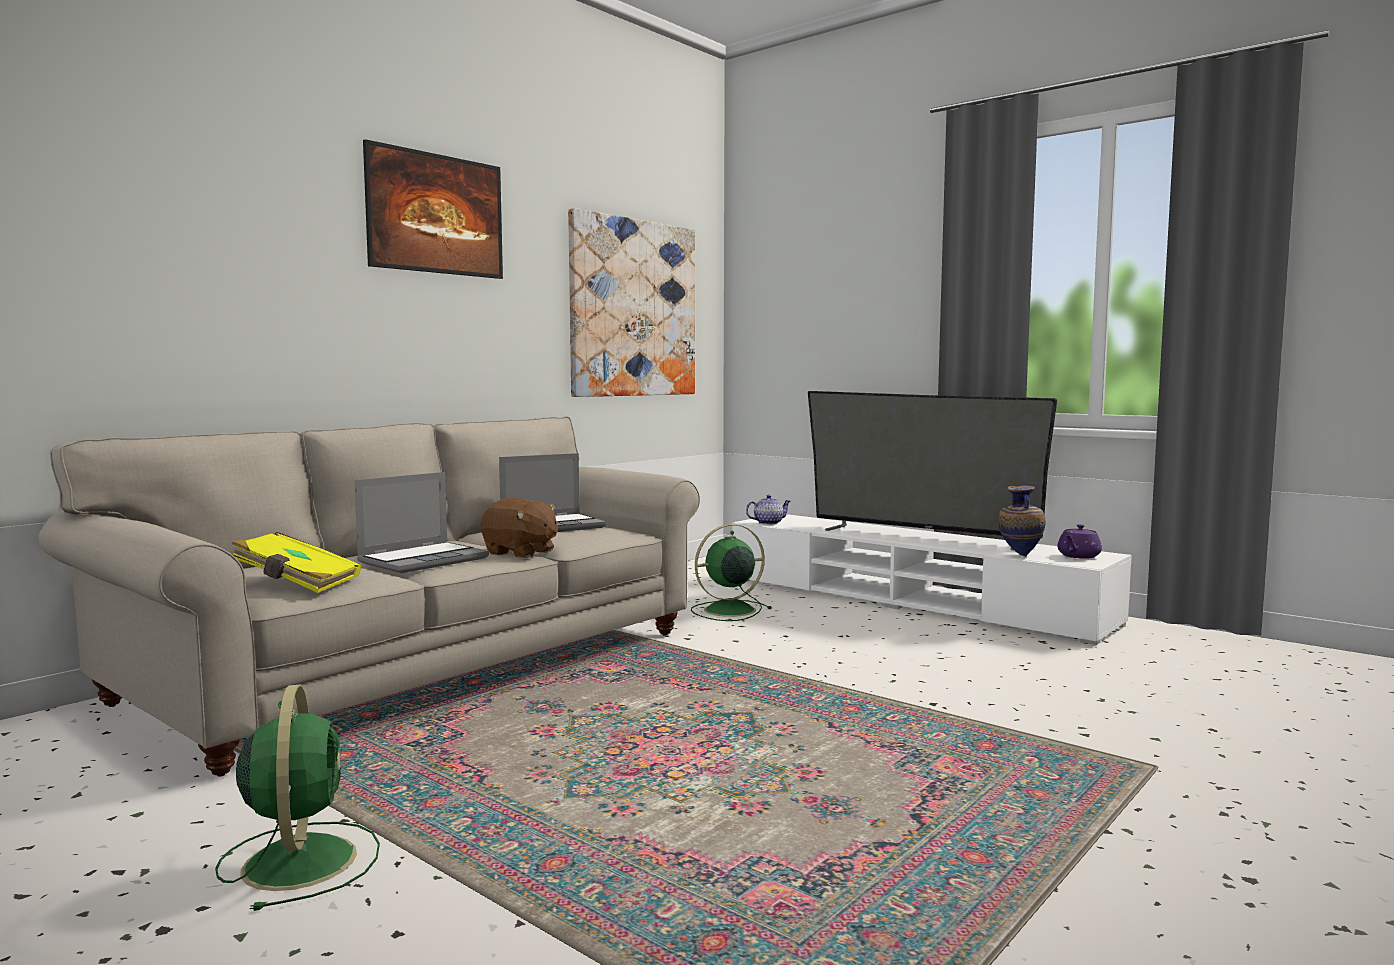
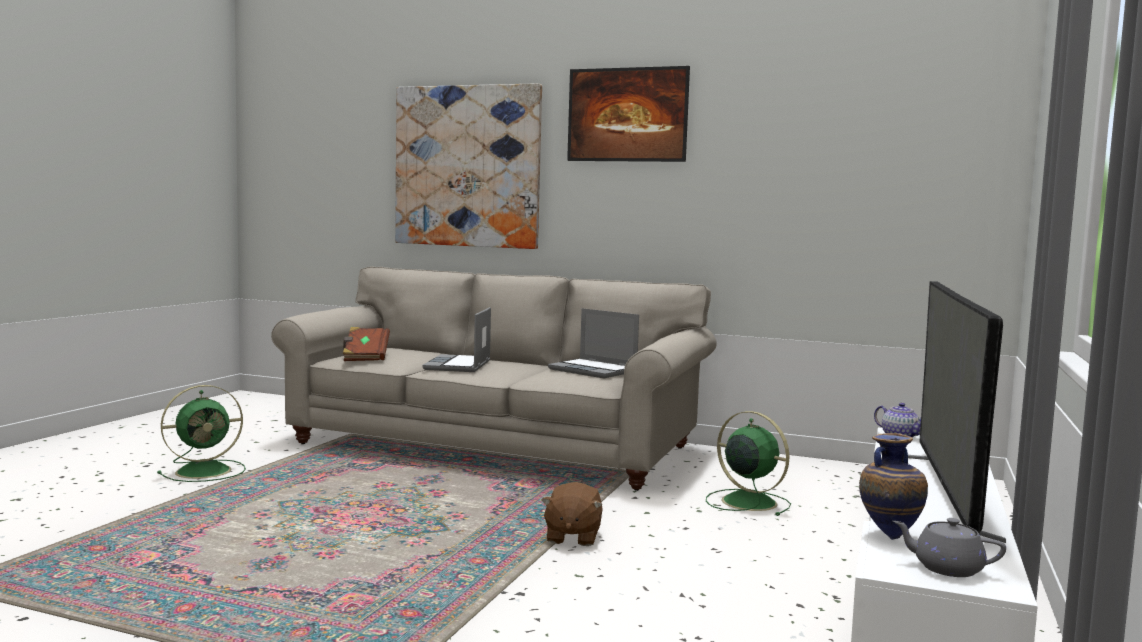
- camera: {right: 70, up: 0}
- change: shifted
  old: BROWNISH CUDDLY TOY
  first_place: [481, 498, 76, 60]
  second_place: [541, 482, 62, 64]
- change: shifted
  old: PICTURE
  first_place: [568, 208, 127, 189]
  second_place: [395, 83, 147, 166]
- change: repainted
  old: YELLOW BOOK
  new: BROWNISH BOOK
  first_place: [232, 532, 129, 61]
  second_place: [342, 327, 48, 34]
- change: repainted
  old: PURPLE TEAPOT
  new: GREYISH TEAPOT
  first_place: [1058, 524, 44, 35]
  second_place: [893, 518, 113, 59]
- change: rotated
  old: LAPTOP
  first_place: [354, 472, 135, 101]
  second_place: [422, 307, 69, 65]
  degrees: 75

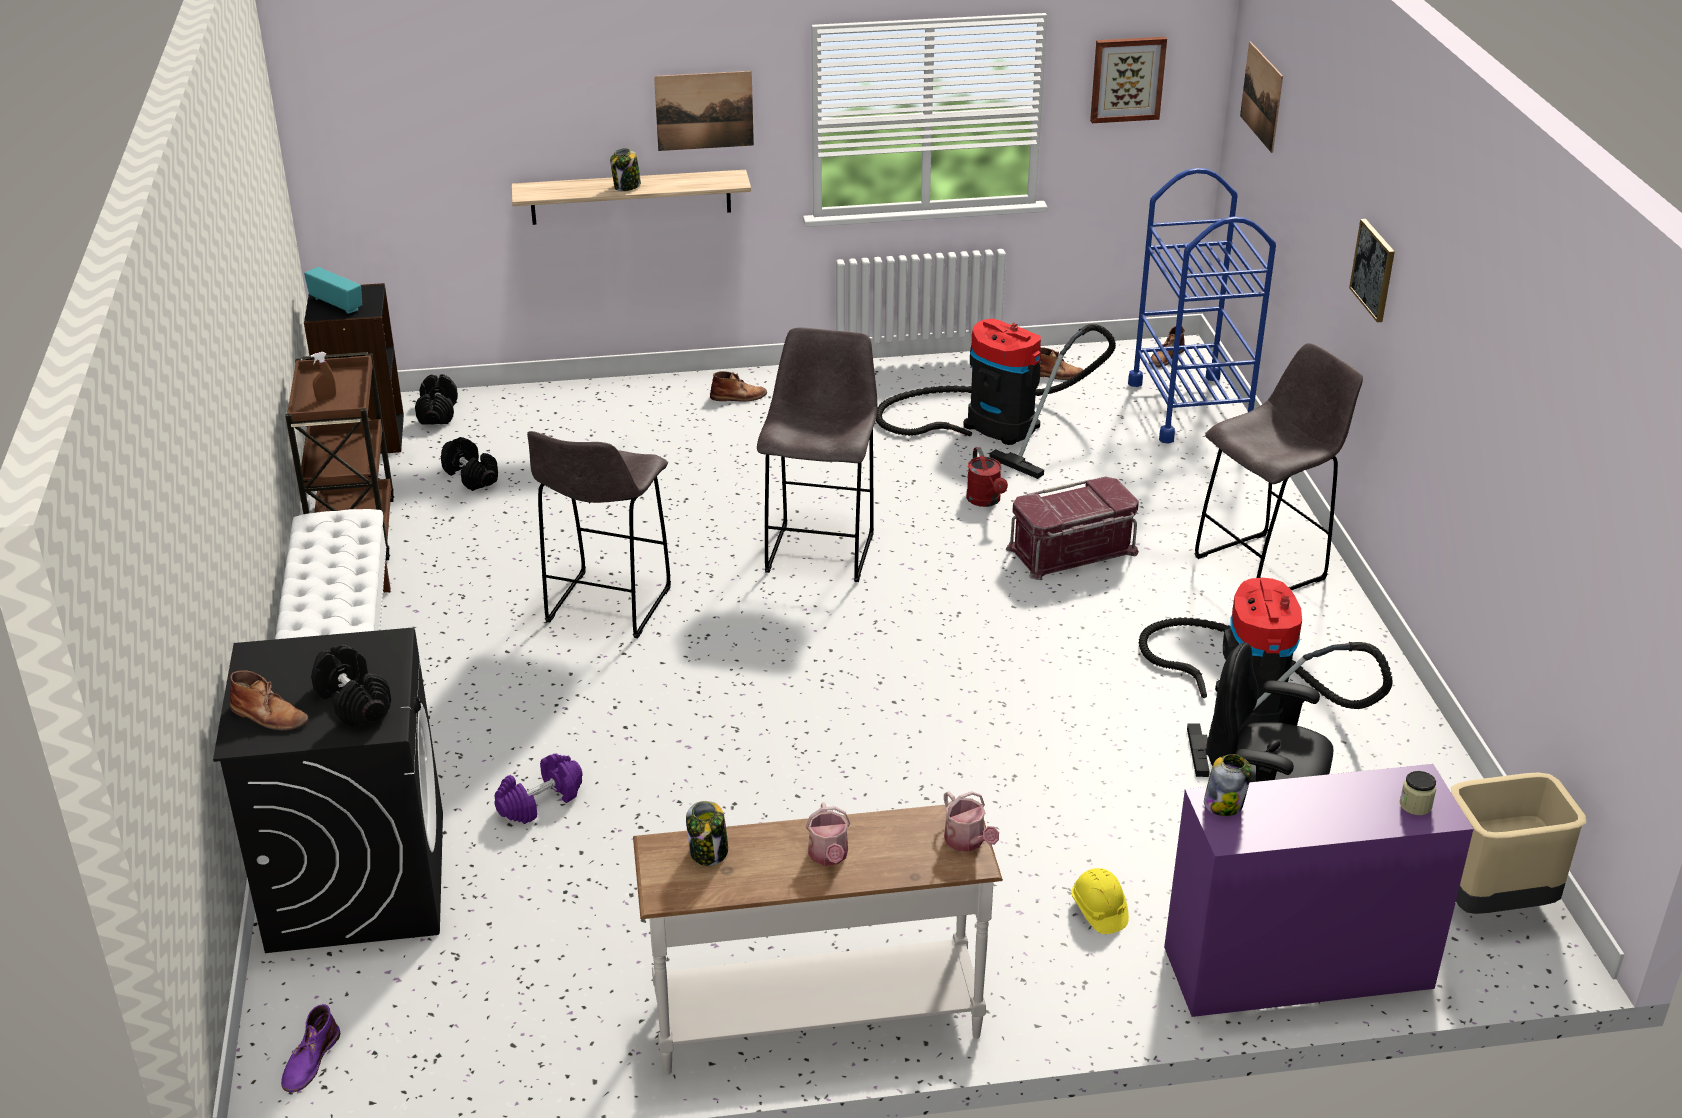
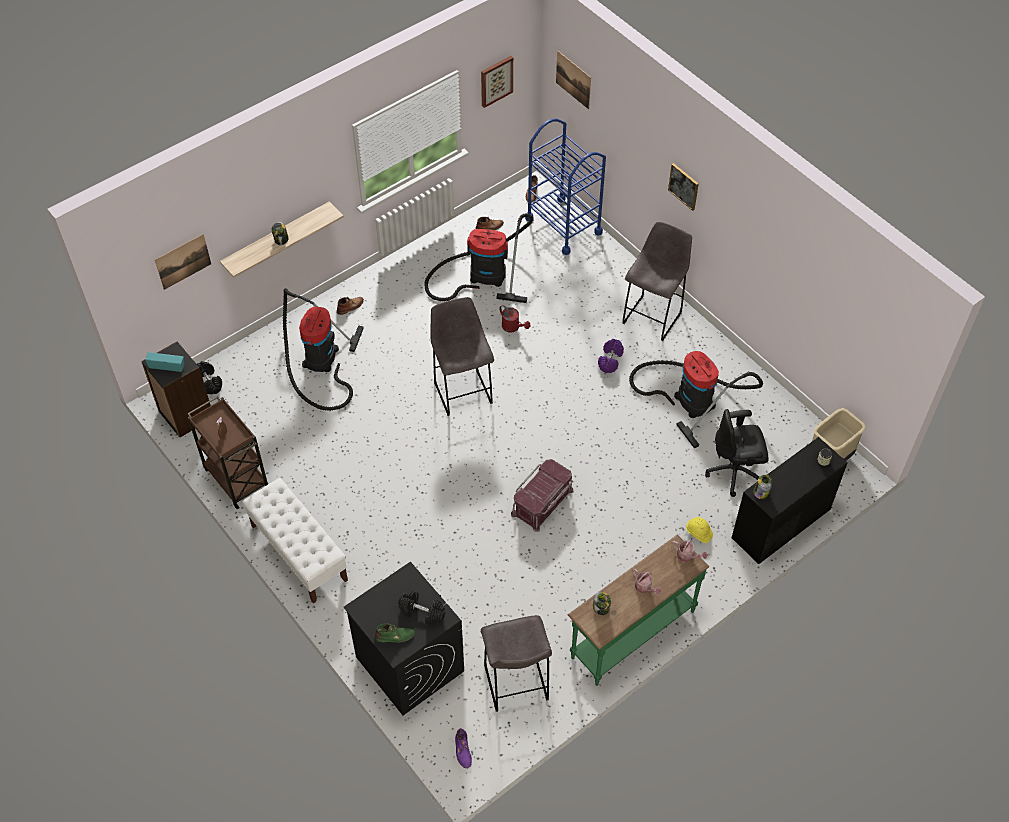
- camera: {right: -30, up: 20}
- change: gone
  old: BLACKISH DUMBBELL
  first_place: [441, 437, 57, 54]
- change: new
  new: VACUUM
  second_place: [283, 288, 81, 123]
- change: shifted
  old: PURPLE DUMBBELL
  first_place: [495, 754, 88, 70]
  second_place: [598, 339, 26, 34]
- change: shifted
  old: GREYISH SITTING STOOL
  first_place: [527, 431, 144, 207]
  second_place: [481, 615, 71, 97]
- change: shifted
  old: PICTURE
  first_place: [654, 71, 100, 80]
  second_place: [155, 234, 56, 56]
- change: shifted
  old: REDDISH STORAGE CONTAINER
  first_place: [1006, 477, 133, 103]
  second_place: [511, 459, 63, 73]
- change: repainted
  old: BROWNISH HIGH-TOP BOOT
  new: GREEN HIGH-TOP BOOT
  first_place: [229, 670, 80, 61]
  second_place: [375, 623, 40, 20]
- change: repainted
  old: WHITE HALL TABLE
  new: GREEN HALL TABLE
  first_place: [633, 801, 370, 274]
  second_place: [568, 535, 142, 151]
- change: repainted
  old: PURPLE DESK TABLE
  new: BLACKISH DESK TABLE
  first_place: [1164, 764, 309, 253]
  second_place: [732, 437, 116, 127]

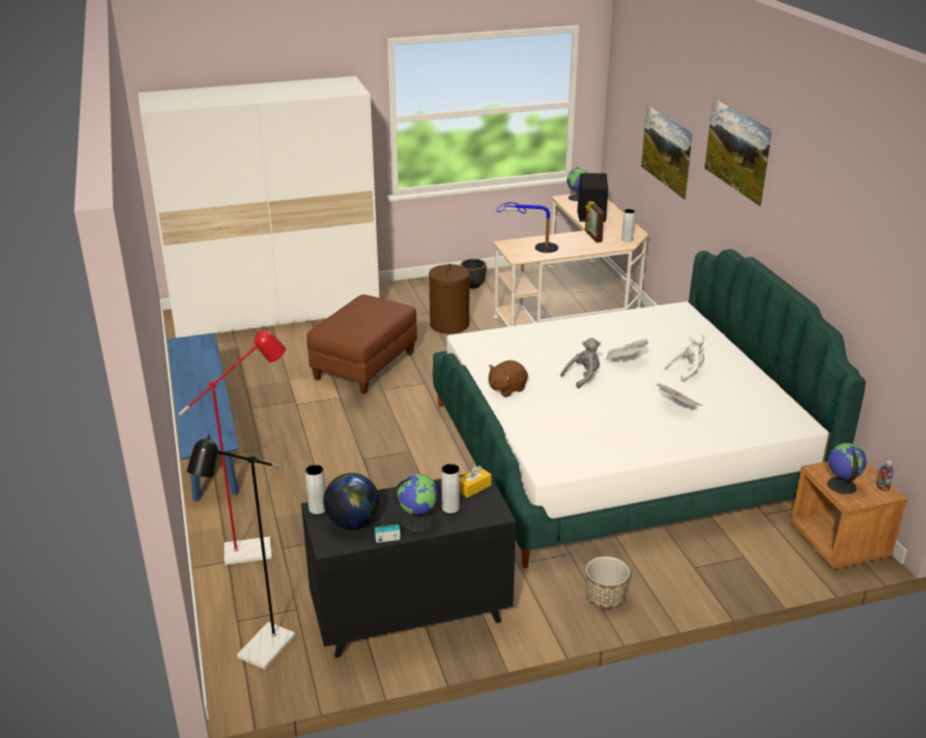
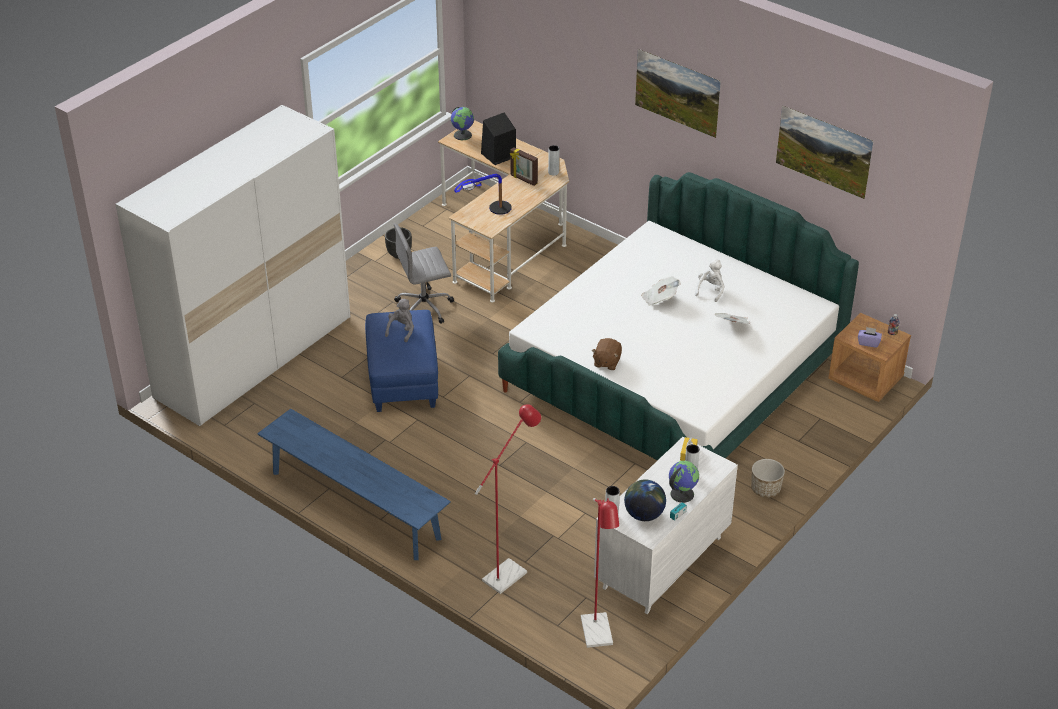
- camera: {right: -35, up: 10}
- change: shifted
  old: GREYISH CUDDLY TOY
  first_place: [560, 338, 41, 50]
  second_place: [385, 299, 29, 43]
- change: shifted
  old: PICTURE
  first_place: [641, 105, 52, 95]
  second_place: [776, 105, 97, 94]
- change: swapped
  old: BROWNISH WASHING BASKET
  new: GREYISH DESK CHAIR
  first_place: [429, 264, 41, 70]
  second_place: [394, 223, 60, 101]
- change: swapped
  old: WORLD GLOBE
  new: PURPLE TISSUE BOX
  first_place: [827, 443, 39, 51]
  second_place: [858, 327, 24, 21]
- change: repainted
  old: BLACKISH STANDARD LAMP
  new: REDDISH STANDARD LAMP
  first_place: [187, 435, 109, 235]
  second_place: [581, 498, 38, 150]
- change: repainted
  old: BLACKISH CHEST OF DRAWERS
  new: WHITE CHEST OF DRAWERS
  first_place: [301, 470, 215, 188]
  second_place: [594, 437, 144, 177]
- change: repainted
  old: BROWNISH OTTOMAN
  new: BLUE-COLOURED OTTOMAN
  first_place: [307, 295, 110, 99]
  second_place: [365, 310, 73, 102]

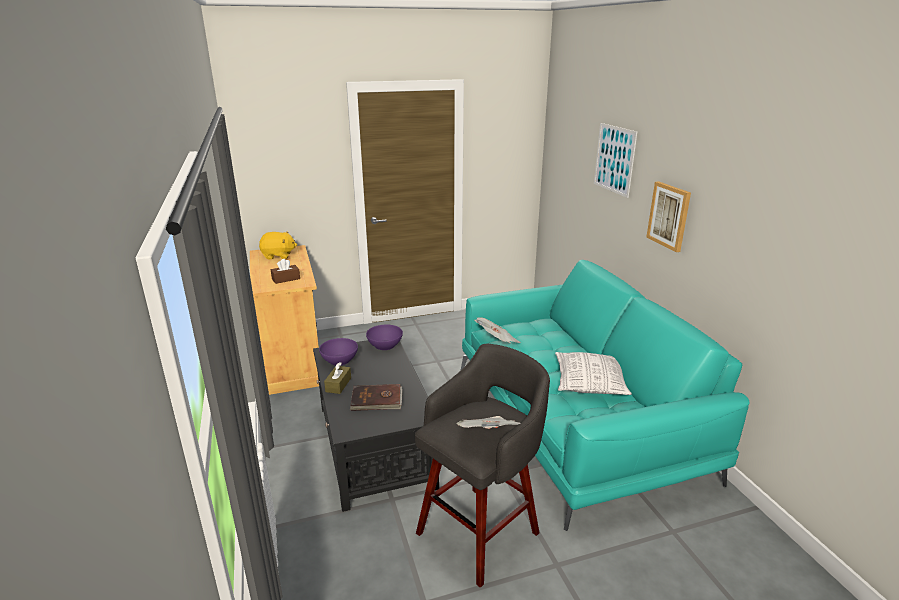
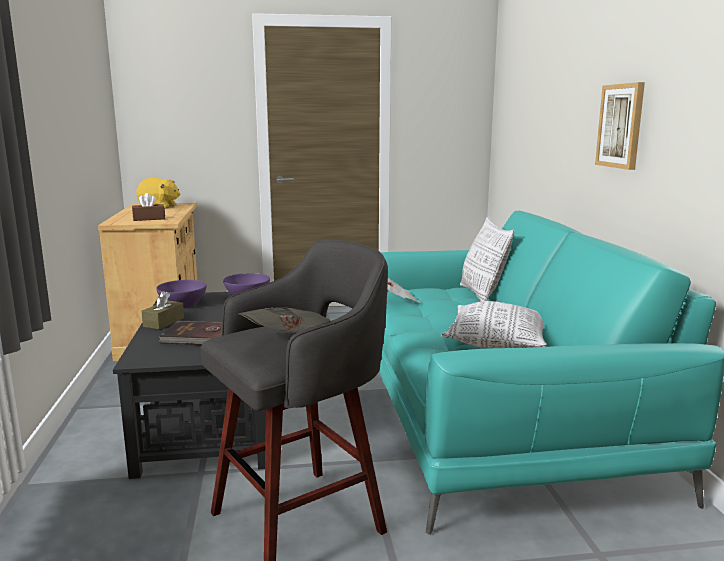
- camera: {right: 10, up: -10}
- change: gone
  old: PICTURE
  first_place: [594, 123, 43, 75]
- change: new
  new: THROW PILLOW
  second_place: [460, 216, 55, 85]

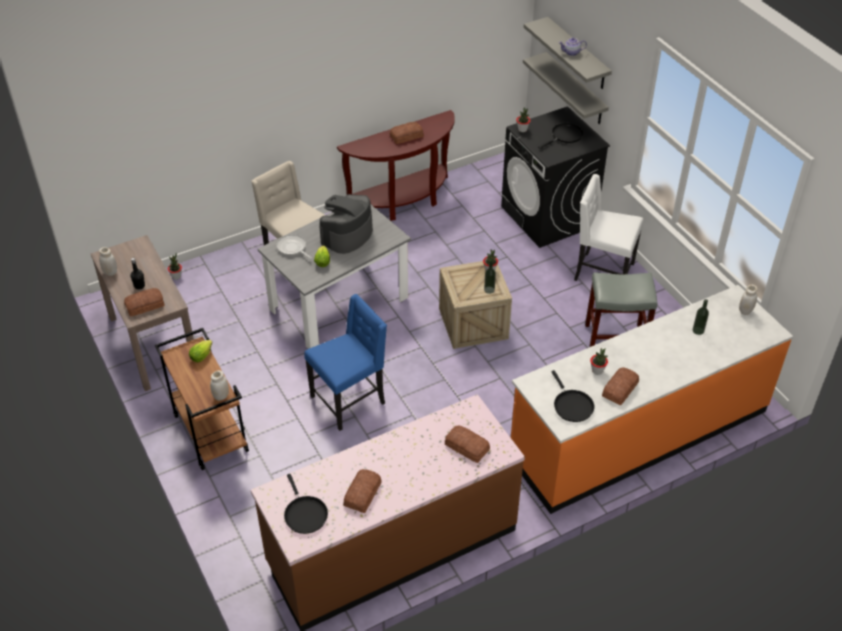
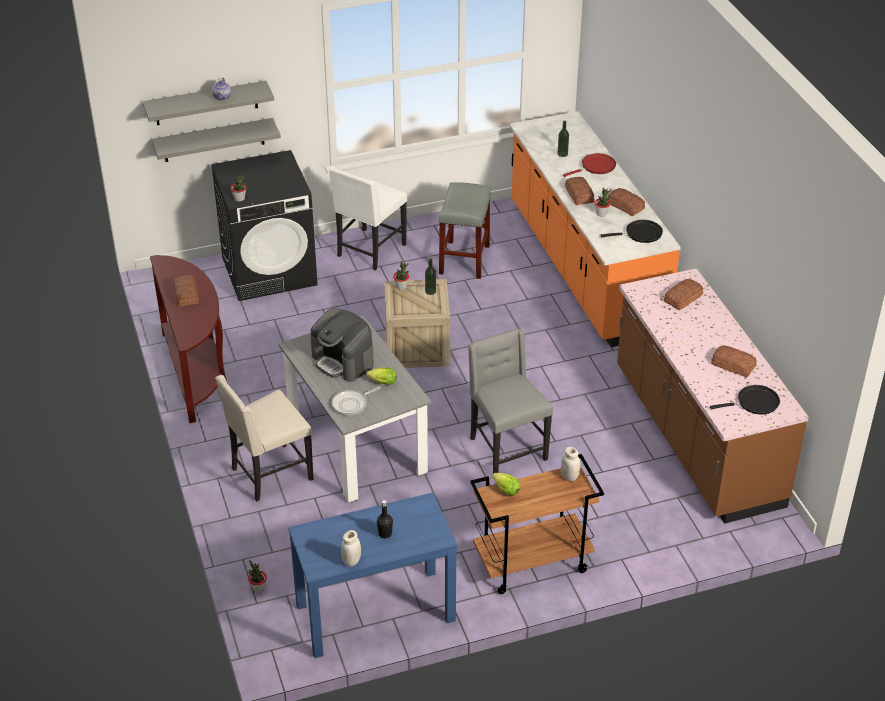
- camera: {right: -80, up: -5}
- change: gone
  old: BLACKISH PAN
  first_place: [538, 122, 45, 27]
- change: gone
  old: WHITE STORAGE JAR
  first_place: [739, 284, 19, 31]
- change: new
  new: REDDISH PAN
  second_place: [563, 153, 53, 24]
- change: shifted
  old: BAKERY BREAD
  first_place: [124, 288, 40, 28]
  second_place: [565, 177, 29, 28]
- change: repainted
  old: BROWNISH HALL TABLE
  new: BLUE-COLOURED HALL TABLE
  first_place: [91, 235, 103, 156]
  second_place: [288, 493, 169, 165]
- change: repainted
  old: BLUE-COLOURED PLAIN CHAIR
  new: GREYISH PLAIN CHAIR
  first_place: [304, 294, 83, 137]
  second_place: [468, 328, 85, 145]

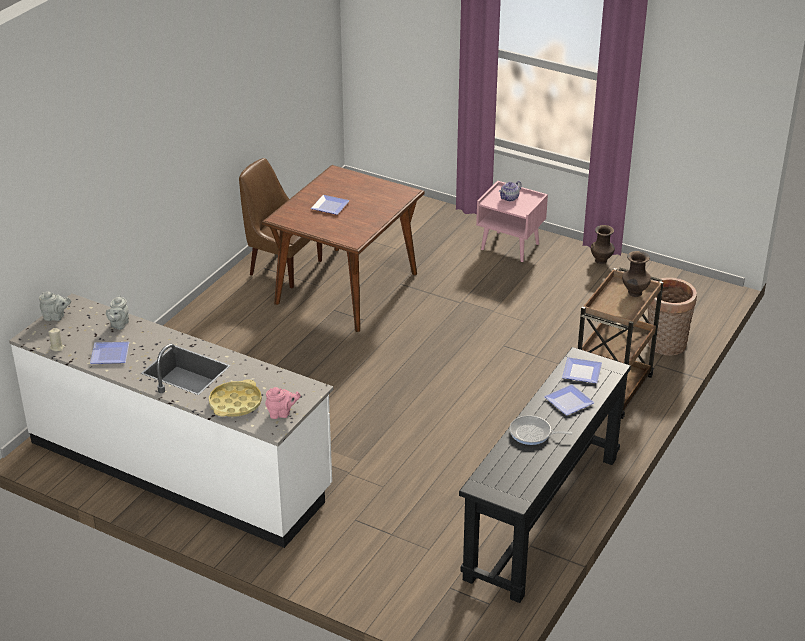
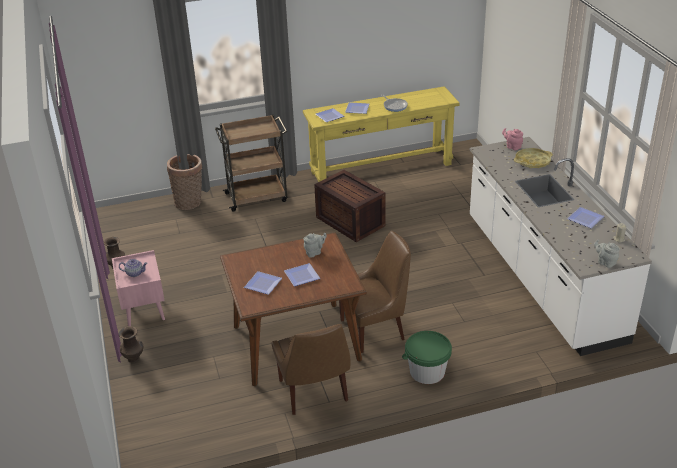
- camera: {right: -135, up: 0}
- change: new
  new: FLAT DISH
  second_place: [244, 271, 38, 24]
- change: new
  new: CRATE
  second_place: [314, 170, 72, 72]
- change: new
  new: BROWNISH PLAIN CHAIR
  second_place: [339, 231, 72, 122]
- change: new
  new: GREEN PAIL
  second_place: [402, 331, 50, 53]
- change: shifted
  old: GREYISH TEAPOT
  first_place: [106, 295, 23, 35]
  second_place: [303, 233, 24, 24]
- change: shifted
  old: BROWNISH DECORATIVE VASE
  first_place: [622, 251, 29, 46]
  second_place: [119, 326, 24, 37]
- change: repainted
  old: BLACKISH HALL TABLE
  new: YELLOW HALL TABLE
  first_place: [459, 347, 172, 256]
  second_place: [303, 86, 157, 96]

